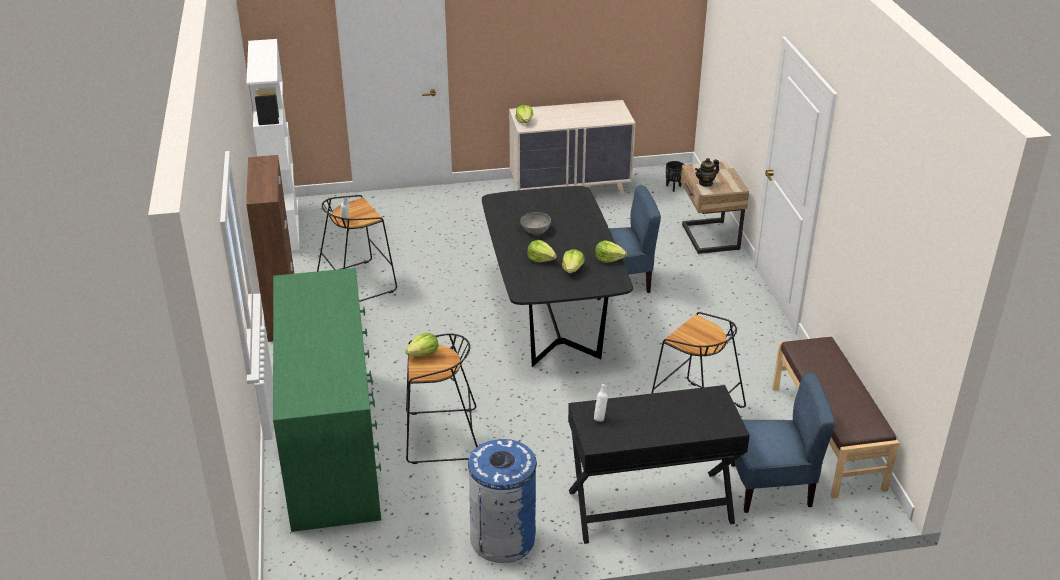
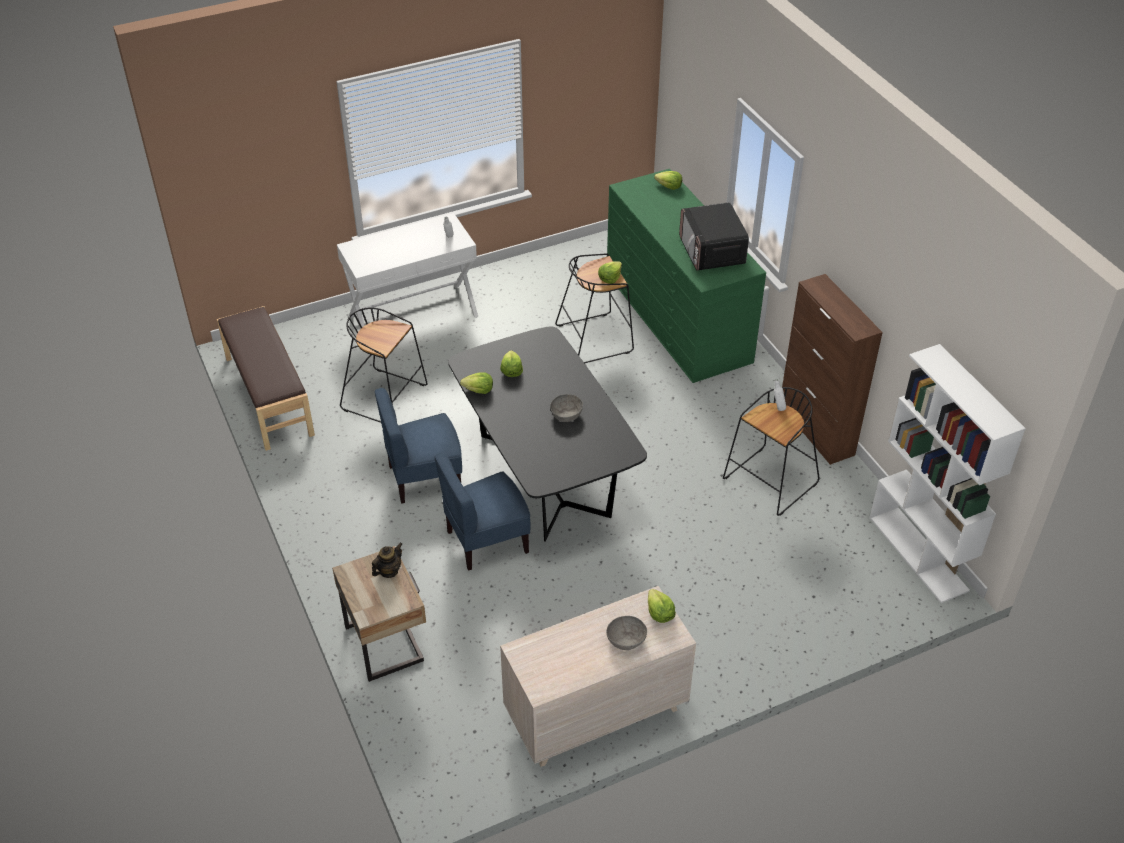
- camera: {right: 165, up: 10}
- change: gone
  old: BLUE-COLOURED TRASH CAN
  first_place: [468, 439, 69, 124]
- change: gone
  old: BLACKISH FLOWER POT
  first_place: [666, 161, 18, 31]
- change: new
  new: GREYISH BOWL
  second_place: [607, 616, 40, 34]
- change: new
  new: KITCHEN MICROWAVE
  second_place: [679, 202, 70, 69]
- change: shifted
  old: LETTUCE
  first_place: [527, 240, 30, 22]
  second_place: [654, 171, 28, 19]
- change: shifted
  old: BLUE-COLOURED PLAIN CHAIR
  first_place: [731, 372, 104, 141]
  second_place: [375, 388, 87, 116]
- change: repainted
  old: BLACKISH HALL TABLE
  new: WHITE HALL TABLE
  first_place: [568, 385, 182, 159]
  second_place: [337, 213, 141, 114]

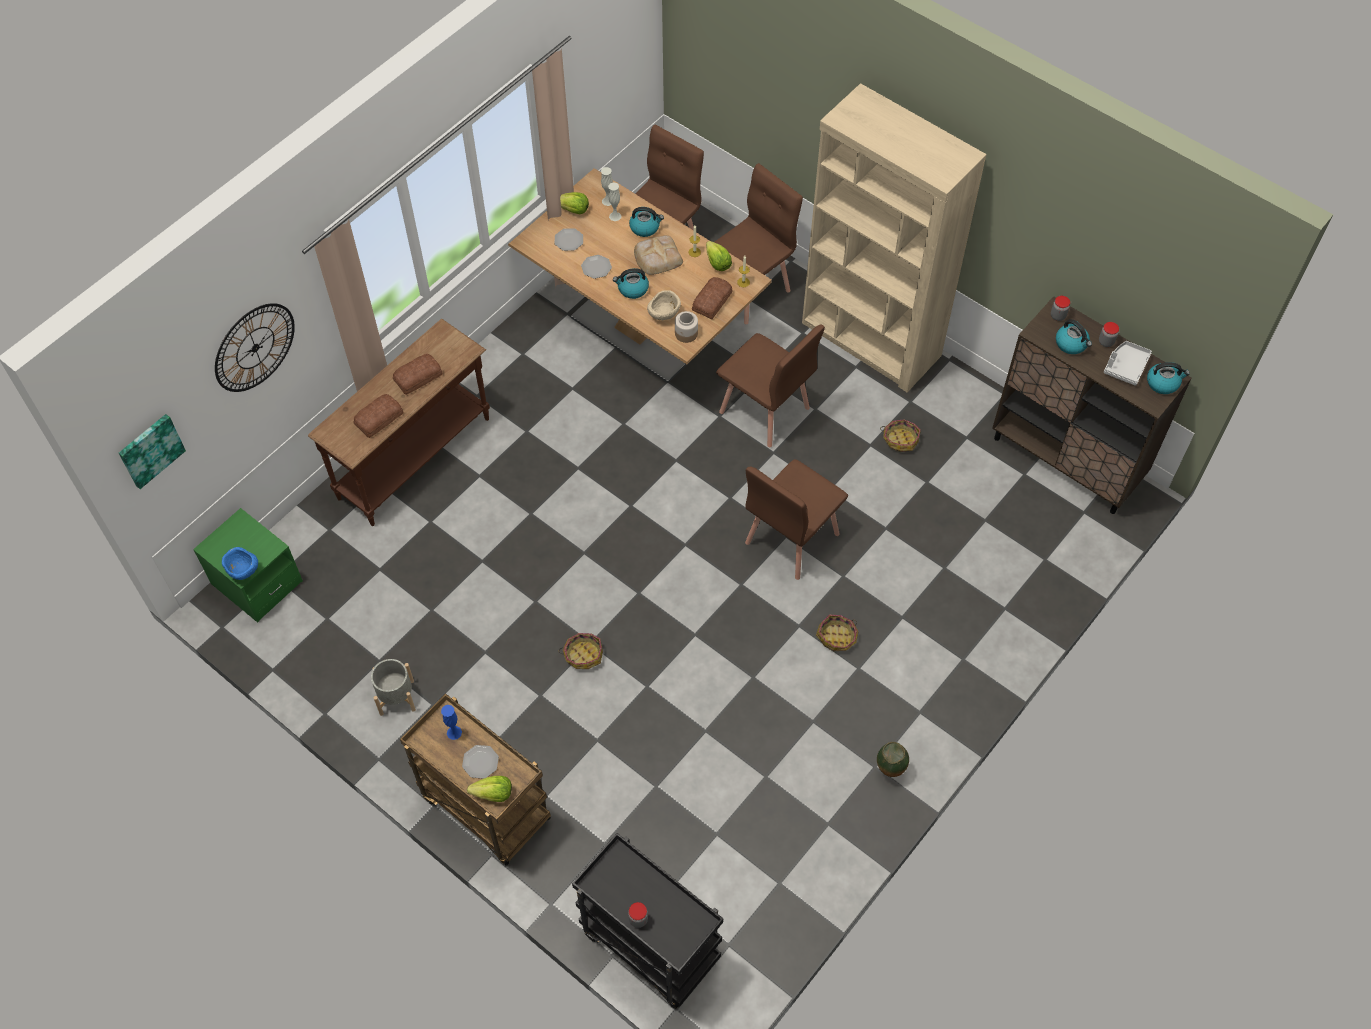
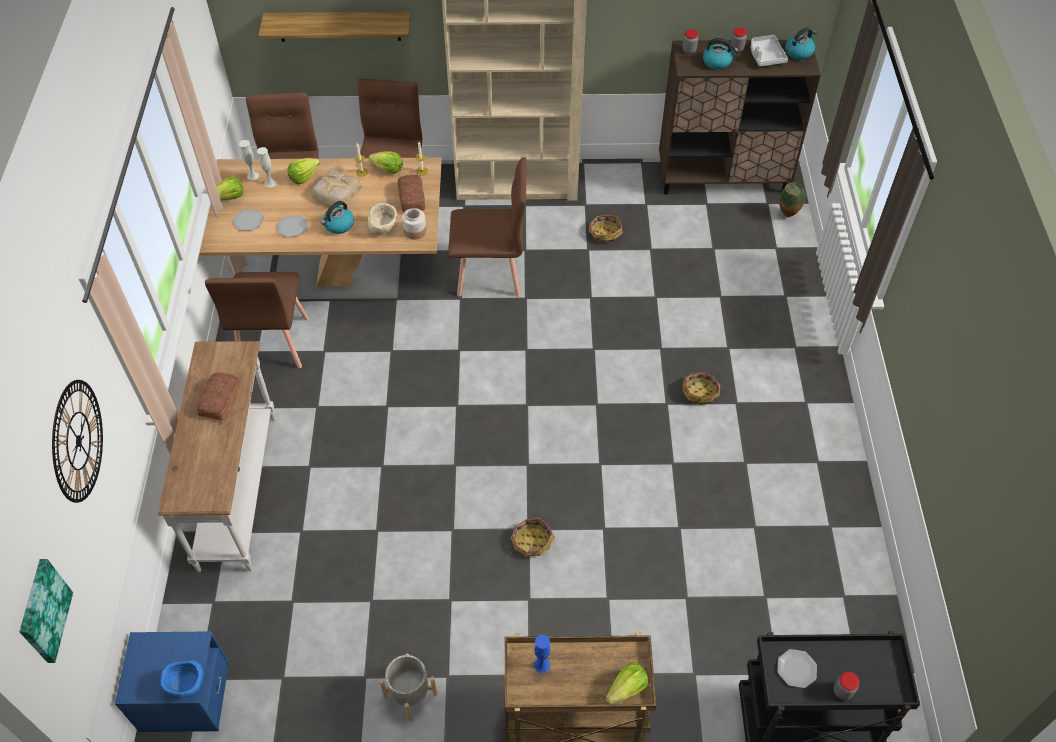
- camera: {right: -40, up: -5}
- change: gone
  old: BAKERY BREAD
  first_place: [354, 394, 49, 44]
- change: new
  new: SHELF
  second_place: [258, 12, 153, 30]
- change: shifted
  old: FLAT DISH
  first_place: [462, 745, 37, 34]
  second_place: [777, 649, 40, 39]
- change: shifted
  old: BROWNISH PLAIN CHAIR
  first_place: [745, 459, 103, 121]
  second_place: [205, 272, 104, 96]
- change: shifted
  old: DECORATIVE VASE
  first_place: [877, 742, 32, 35]
  second_place: [779, 182, 26, 35]
- change: swapped
  old: TEA KETTLE
  new: LETTUCE
  first_place: [629, 207, 35, 30]
  second_place: [287, 158, 33, 26]
- change: repainted
  old: GREEN NIGHT TABLE
  new: BLUE-COLOURED NIGHT TABLE
  first_place: [193, 508, 110, 115]
  second_place: [115, 631, 114, 101]
- change: repainted
  old: BROWNISH HALL TABLE
  new: WHITE HALL TABLE
  first_place: [308, 319, 182, 207]
  second_place: [158, 341, 118, 231]

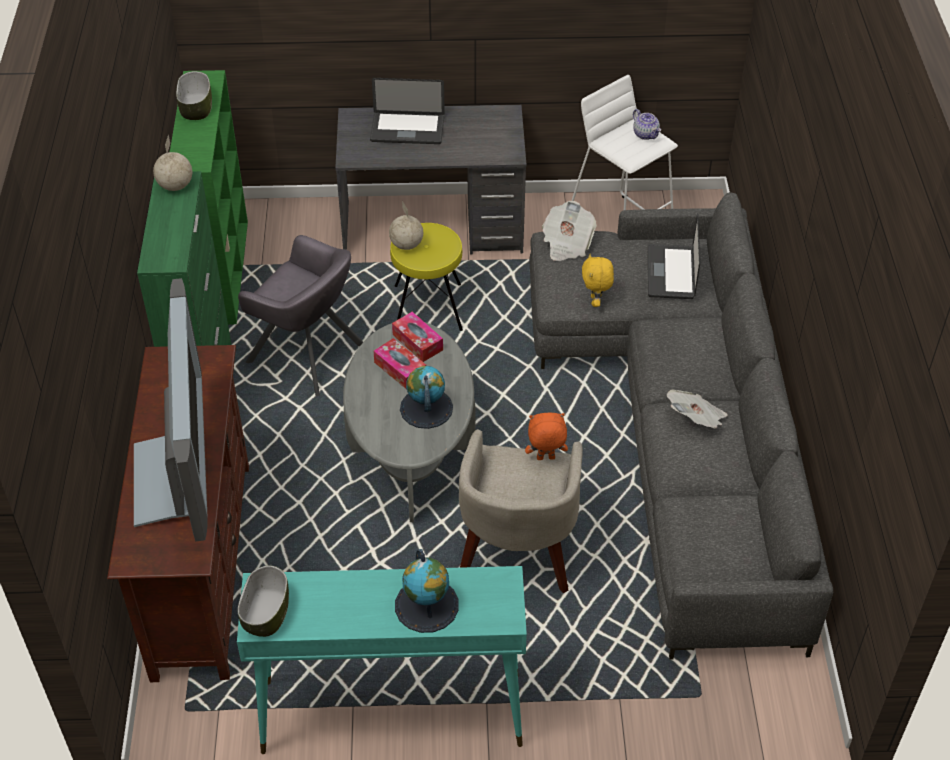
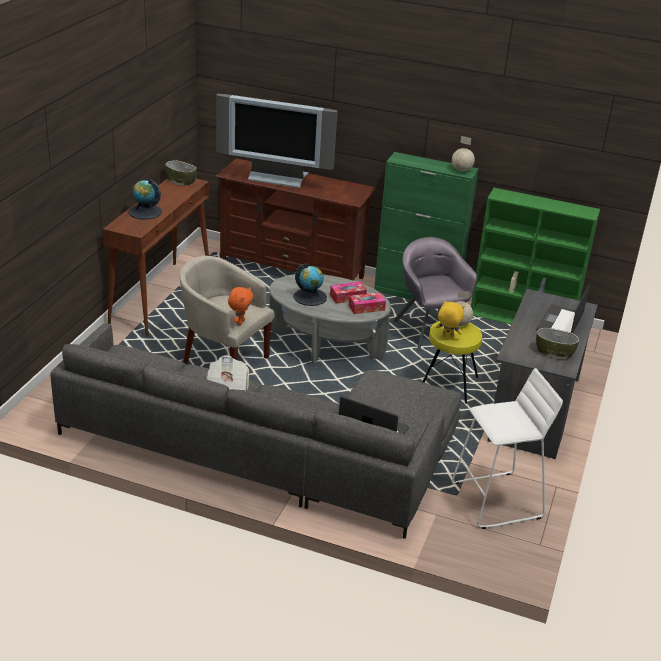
- camera: {right: 110, up: -15}
- change: gone
  old: NEWSPAPER
  first_place: [542, 201, 55, 60]
- change: gone
  old: TEAPOT
  first_place: [633, 109, 28, 31]
- change: shifted
  old: BOWL
  first_place: [176, 71, 36, 49]
  second_place: [536, 328, 43, 31]
- change: shifted
  old: YELLOW CUDDLY TOY
  first_place: [582, 254, 32, 53]
  second_place: [435, 301, 30, 38]
- change: repainted
  old: TURQUOISE HALL TABLE
  new: BROWNISH HALL TABLE
  first_place: [237, 566, 290, 188]
  second_place: [103, 178, 106, 158]
- change: rotated
  old: GREYISH ARMCHAIR
  first_place: [238, 235, 125, 161]
  second_place: [393, 237, 84, 115]
  degrees: 105

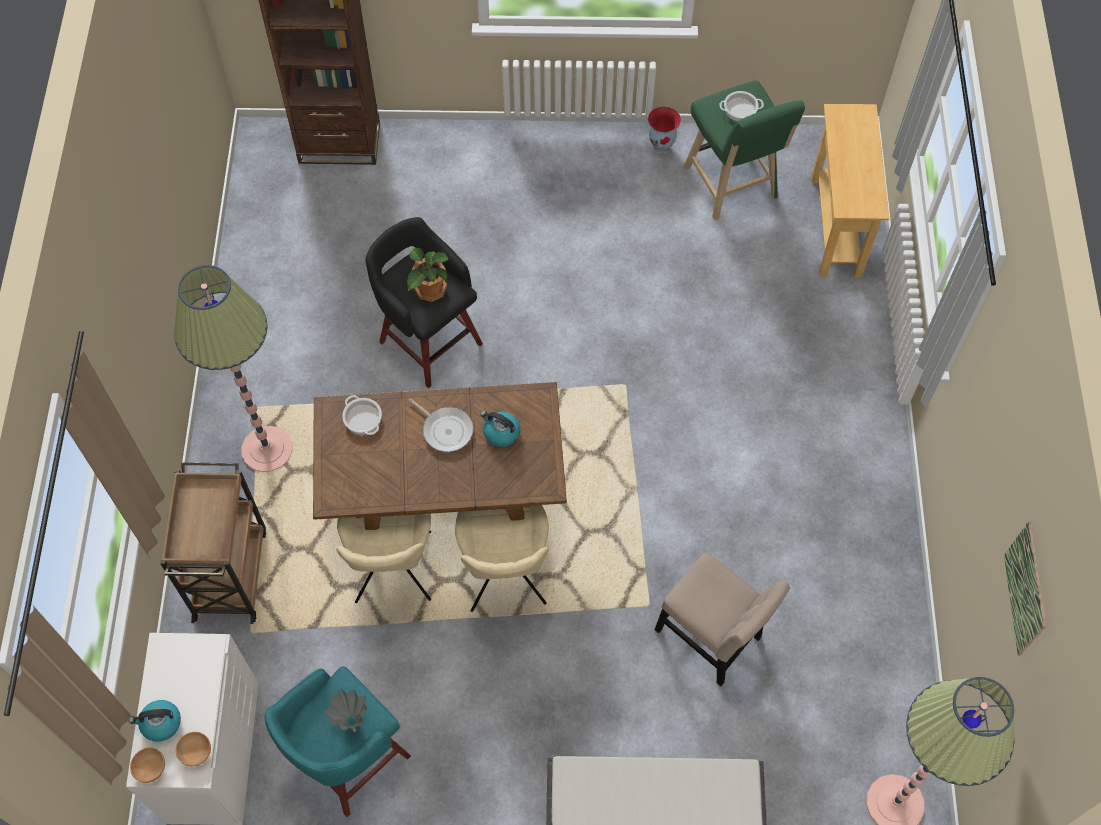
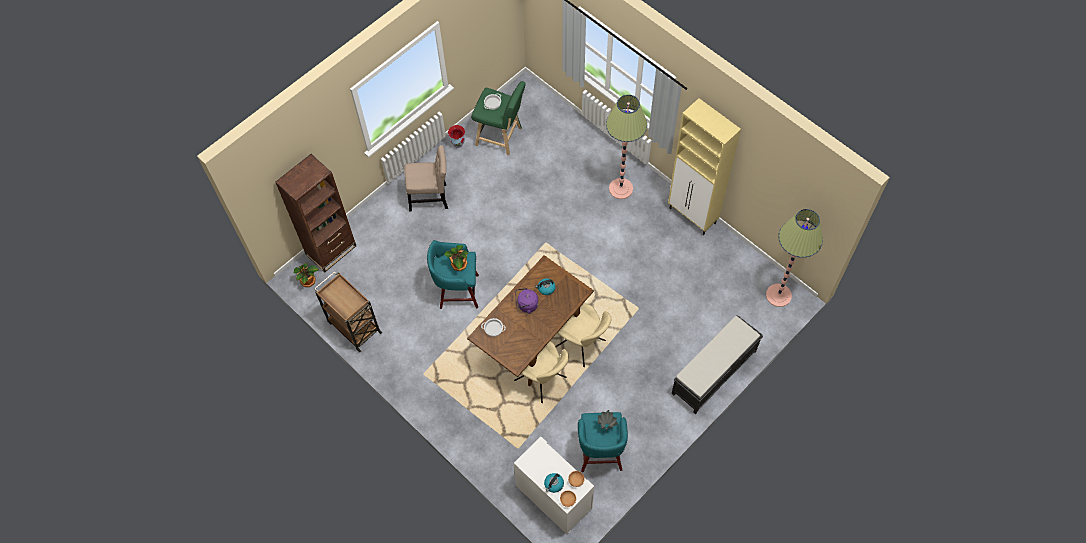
- camera: {right: -45, up: 0}
- change: gone
  old: BEIGE HALL TABLE
  first_place: [811, 104, 78, 173]
- change: gone
  old: PICTURE
  first_place: [1004, 521, 42, 135]
- change: new
  new: HOUSEPLANT
  second_place: [294, 263, 25, 24]
- change: new
  new: BEIGE CUPBOARD
  second_place: [668, 98, 73, 137]
- change: shifted
  old: BROWNISH TROLLEY
  first_place: [160, 462, 106, 162]
  second_place: [314, 271, 68, 81]
- change: shifted
  old: STANDARD LAMP
  first_place: [174, 265, 118, 207]
  second_place: [606, 95, 41, 104]
- change: shifted
  old: BEIGE PLAIN CHAIR
  first_place: [655, 553, 135, 133]
  second_place: [404, 145, 44, 66]
- change: swapped
  old: PAN
  new: PURPLE TEA KETTLE
  first_place: [409, 398, 64, 54]
  second_place: [515, 288, 24, 26]
- change: repainted
  old: BLACKISH SITTING STOOL
  new: TURQUOISE SITTING STOOL
  first_place: [366, 217, 117, 171]
  second_place: [427, 240, 52, 69]

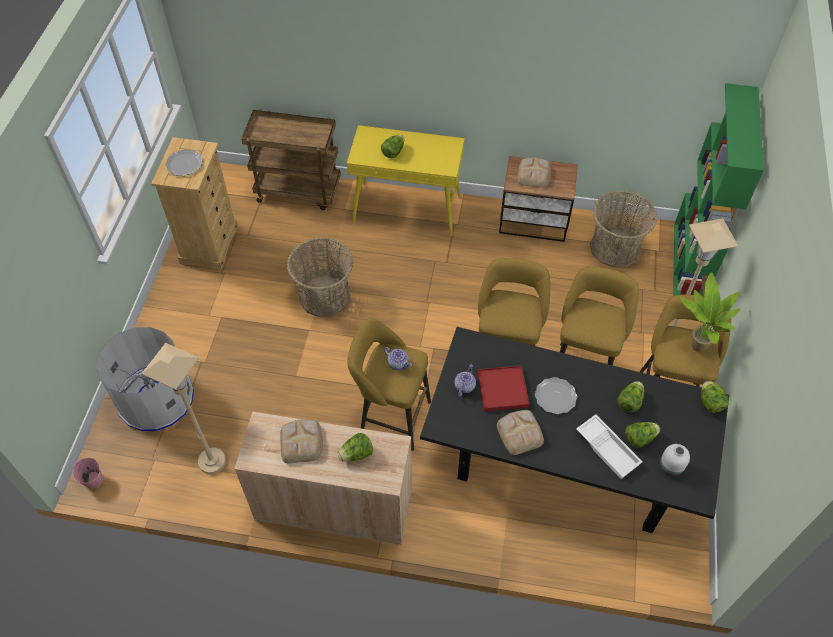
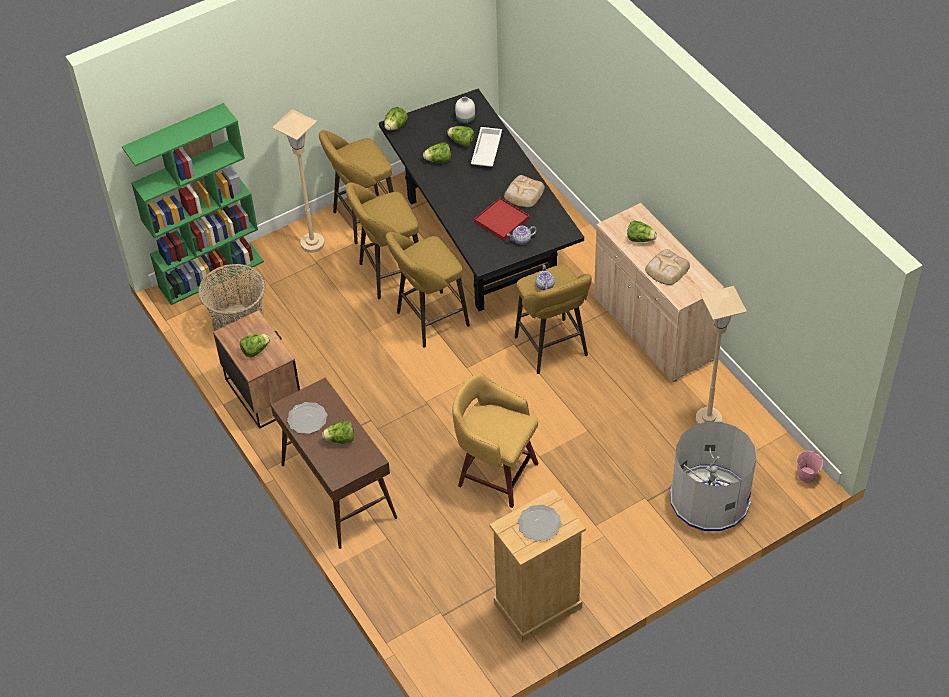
- camera: {right: -130, up: -5}
- change: gone
  old: BROWNISH TROLLEY
  first_place: [241, 109, 100, 101]
- change: gone
  old: HOUSEPLANT
  first_place: [680, 272, 61, 80]
- change: shifted
  old: FLAT DISH
  first_place: [535, 377, 42, 37]
  second_place: [287, 402, 41, 32]
- change: swapped
  old: HOUSEHOLD BASKET
  new: YELLOW SITTING STOOL
  first_place: [287, 238, 66, 79]
  second_place: [452, 372, 87, 136]
- change: swapped
  old: BAKERY BREAD
  new: LETTUCE
  first_place: [517, 157, 34, 31]
  second_place: [240, 334, 30, 23]
- change: repainted
  old: YELLOW HALL TABLE
  new: BROWNISH HALL TABLE
  first_place: [347, 125, 118, 111]
  second_place: [271, 378, 126, 171]

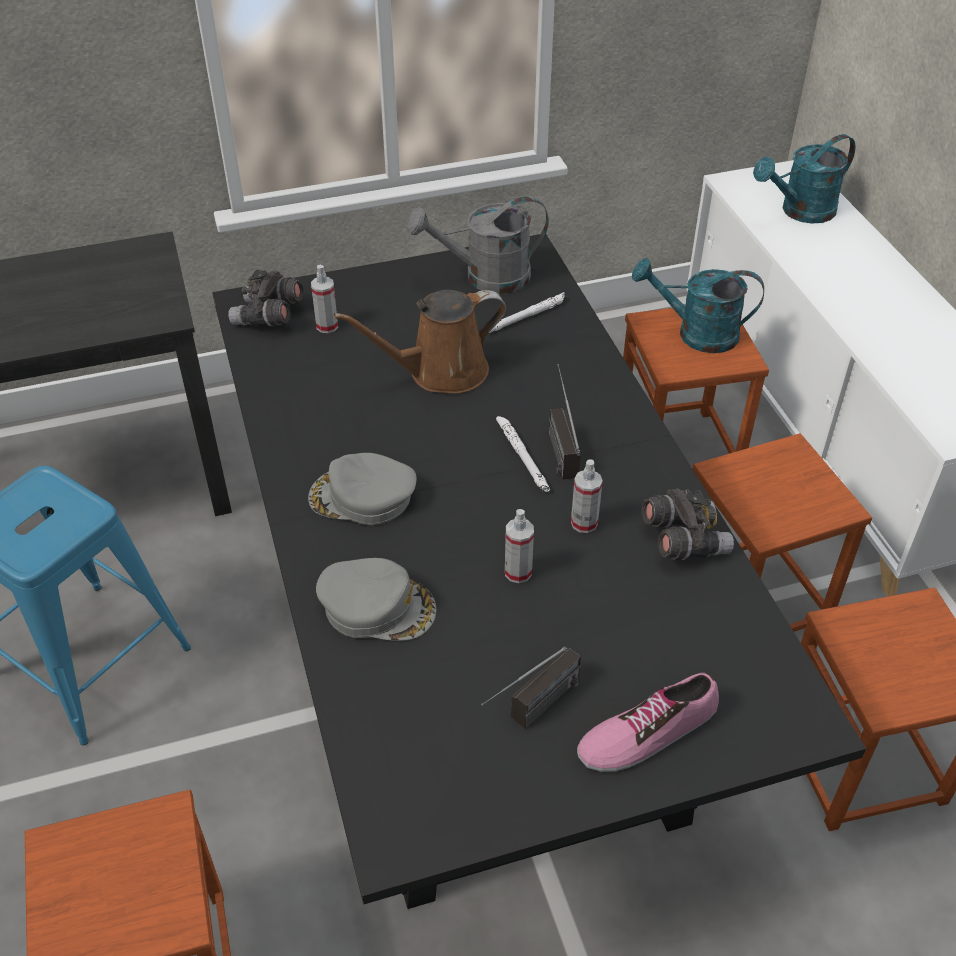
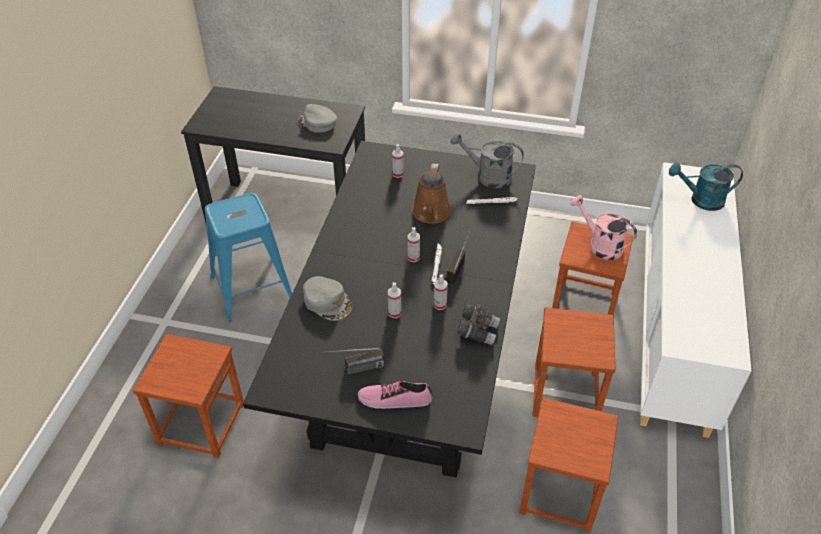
- camera: {right: 30, up: 0}
- change: gone
  old: GREYISH BINOCULARS
  first_place: [228, 270, 76, 56]
- change: new
  new: HAND SPRAYER
  second_place: [407, 227, 13, 35]
- change: shifted
  old: GREYISH CAP
  first_place: [308, 453, 108, 72]
  second_place: [298, 104, 39, 29]
- change: repainted
  old: TURQUOISE WATERING POT
  new: PINK WATERING POT
  first_place: [632, 258, 132, 95]
  second_place: [570, 195, 67, 65]
- change: rotated
  old: BROWNISH WATERING POT
  first_place: [334, 290, 172, 104]
  second_place: [412, 164, 39, 60]
  degrees: -90

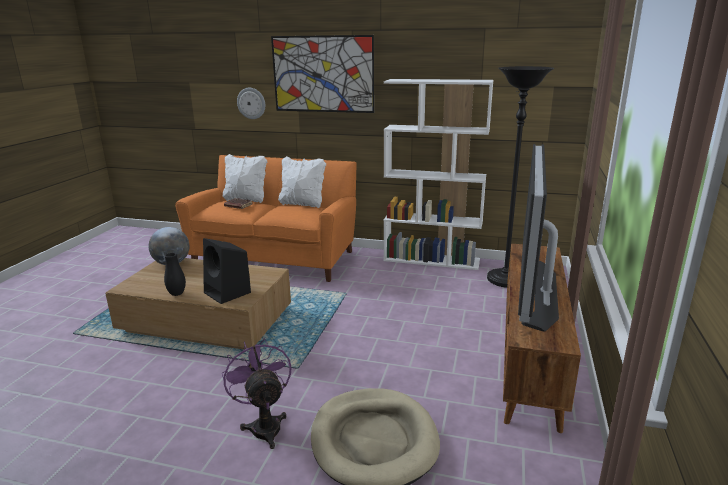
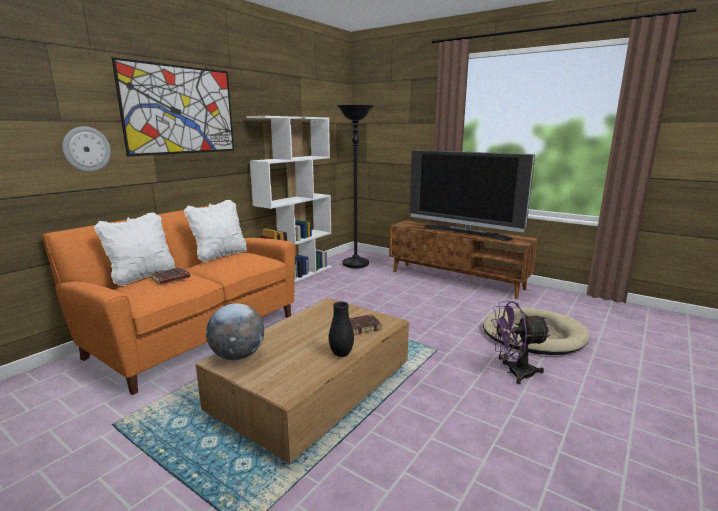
- camera: {right: -70, up: -5}
- change: swapped
  old: BLACKISH SPEAKER
  new: BROWNISH BOOK
  first_place: [203, 238, 48, 66]
  second_place: [350, 314, 32, 21]

